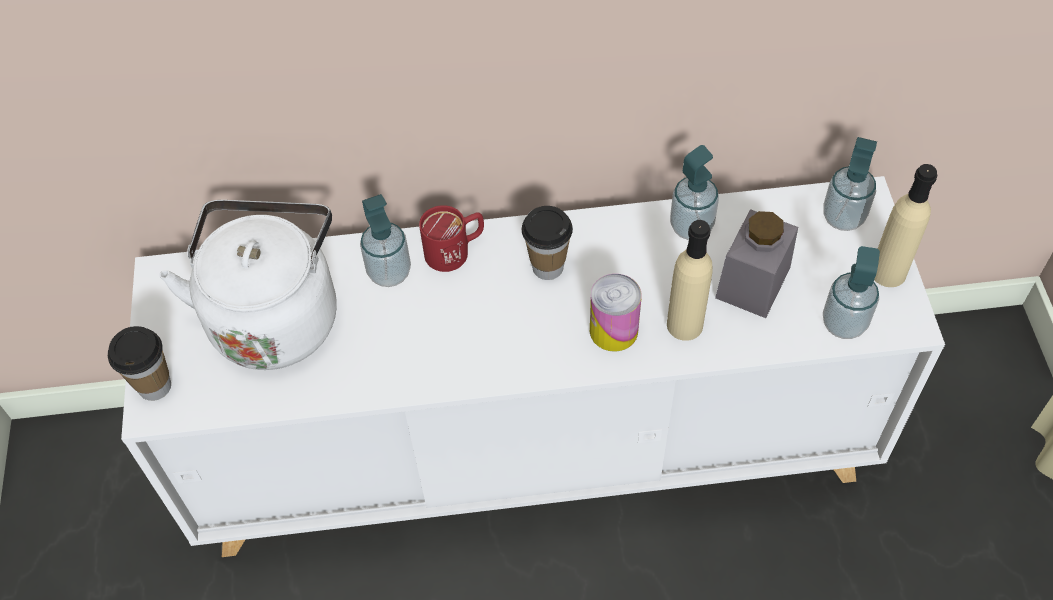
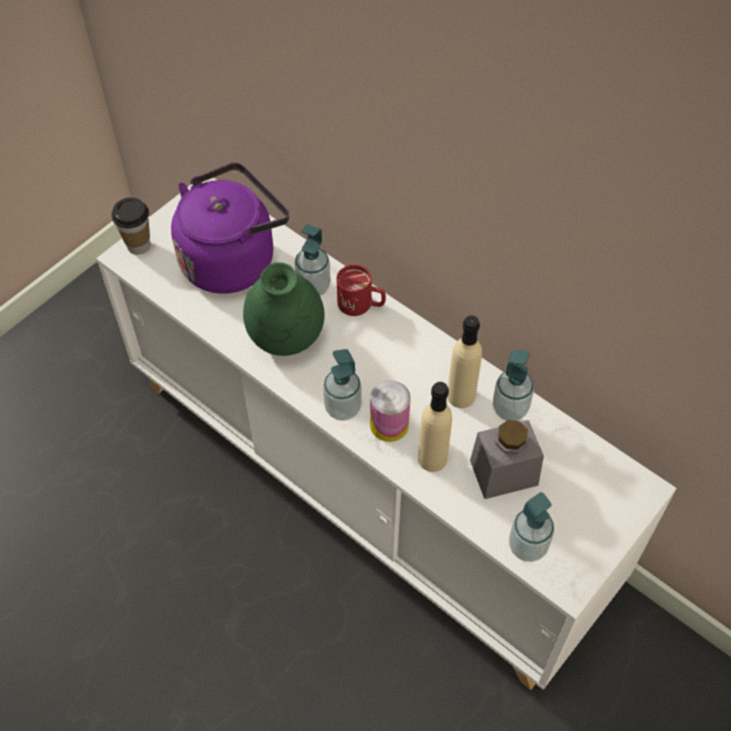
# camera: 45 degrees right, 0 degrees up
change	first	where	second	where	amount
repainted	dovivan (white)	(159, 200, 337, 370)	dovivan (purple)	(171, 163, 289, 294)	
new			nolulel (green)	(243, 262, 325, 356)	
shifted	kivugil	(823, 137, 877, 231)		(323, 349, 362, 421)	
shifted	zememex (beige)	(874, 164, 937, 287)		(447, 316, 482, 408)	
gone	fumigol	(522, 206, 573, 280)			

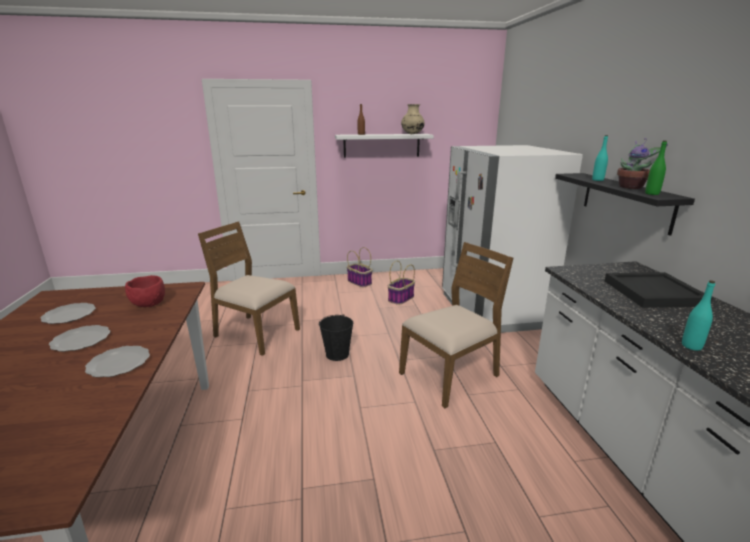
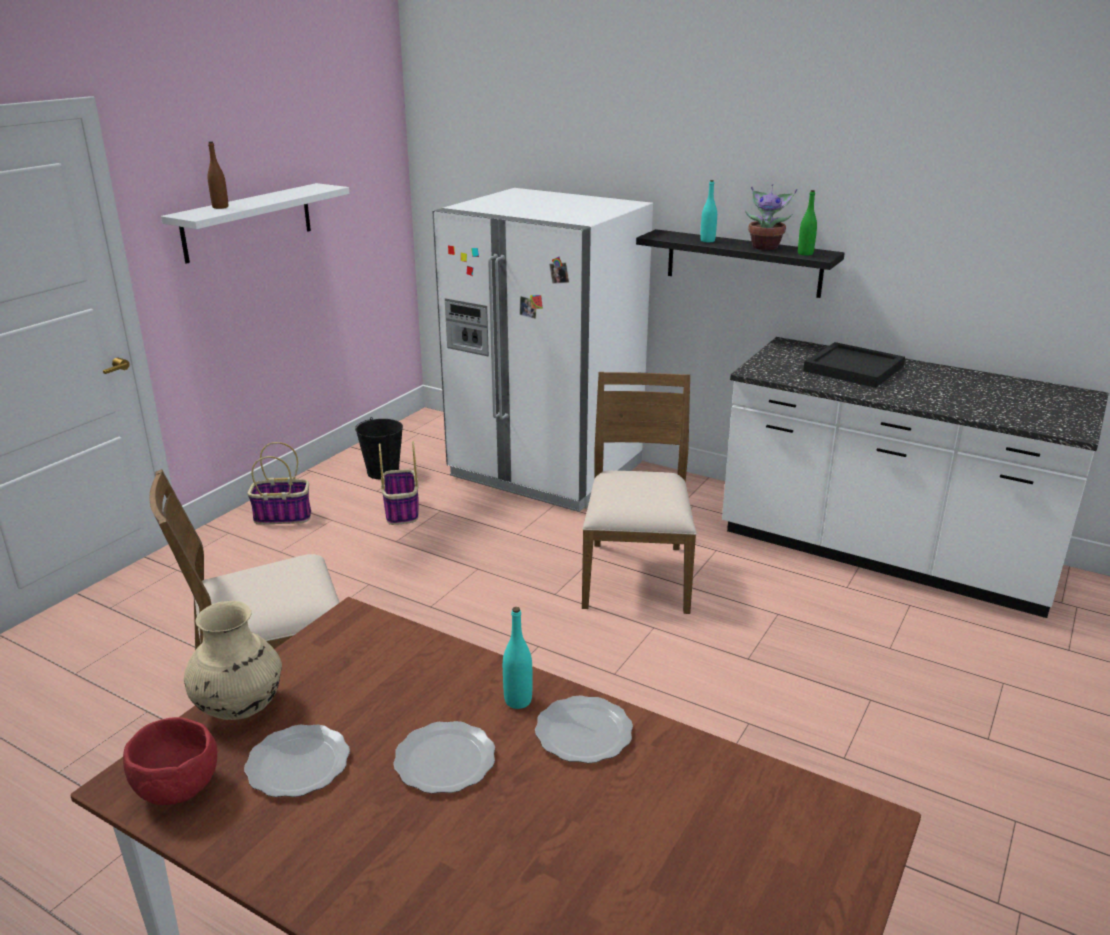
# camera: 50 degrees left, 5 degrees up
change	first	where	second	where	amount
shifted	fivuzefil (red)	(125, 275, 165, 307)		(123, 717, 217, 805)	
shifted	nolulel (beige)	(401, 104, 425, 134)		(184, 601, 282, 720)	
shifted	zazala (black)	(319, 314, 353, 361)		(355, 417, 403, 479)	
shifted	zememex (turquoise)	(682, 280, 715, 351)		(503, 607, 532, 709)	

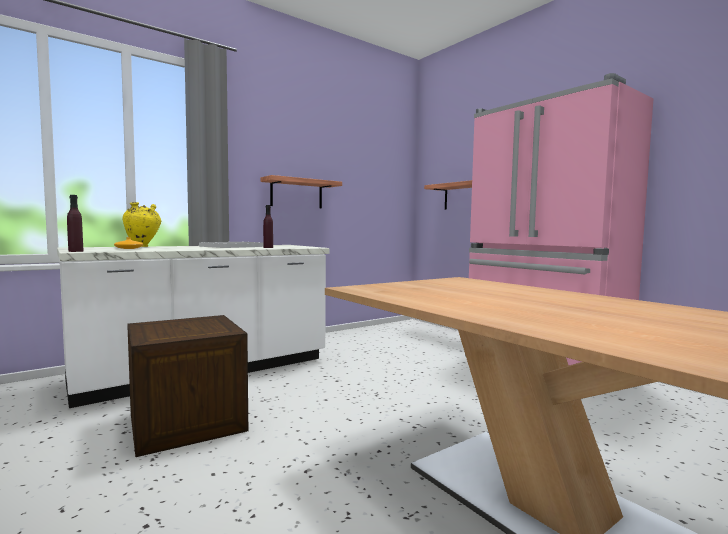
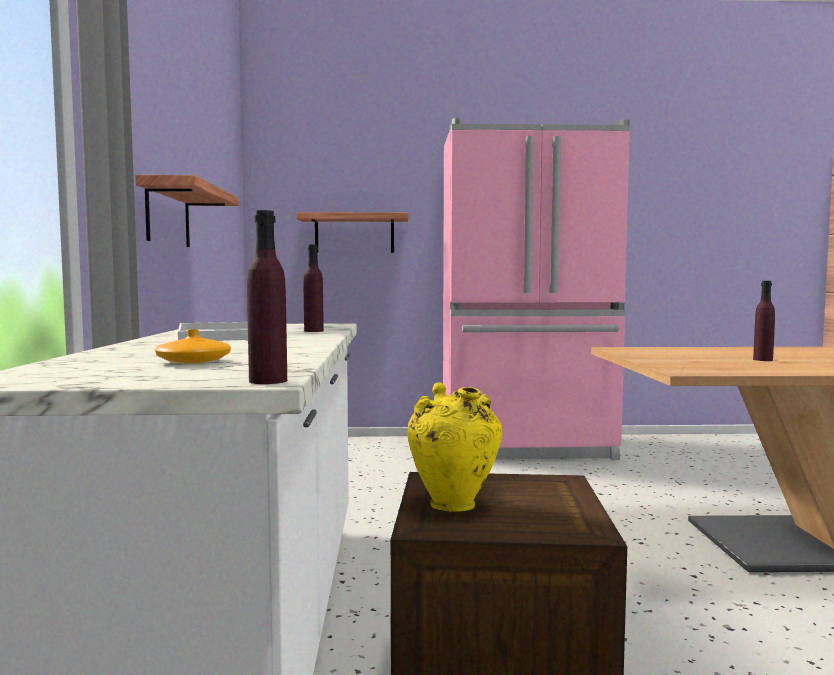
# camera: 55 degrees left, 0 degrees up
change	first	where	second	where	amount
shifted	nolulel (yellow)	(122, 202, 161, 247)		(407, 382, 502, 512)	
new			zememex (purple)	(753, 281, 775, 361)	

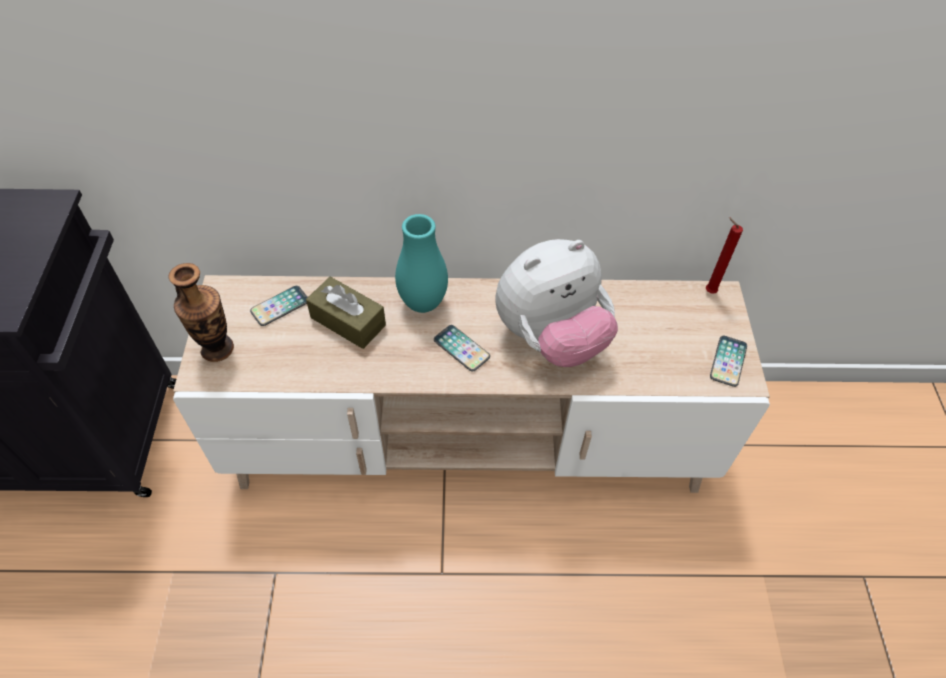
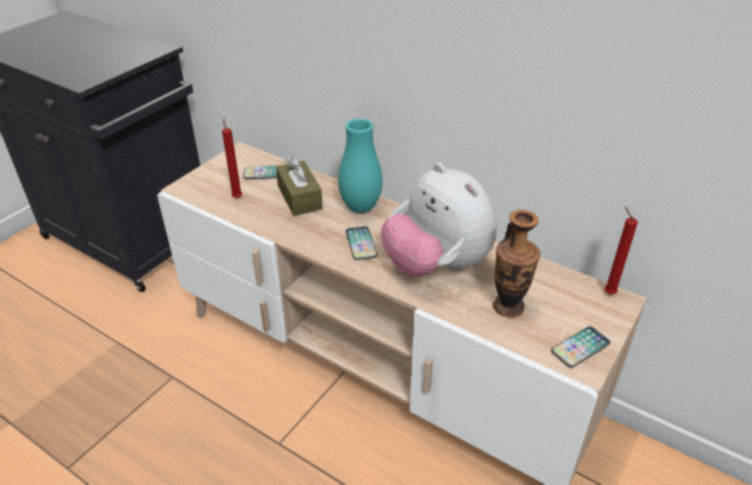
# camera: 35 degrees right, 15 degrees down
change	first	where	second	where	amount
new			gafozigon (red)	(222, 118, 242, 198)	
rotated	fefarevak	(495, 239, 618, 367)		(381, 163, 497, 277)	45 degrees clockwise
shifted	nolulel	(168, 263, 234, 362)		(493, 210, 540, 317)	

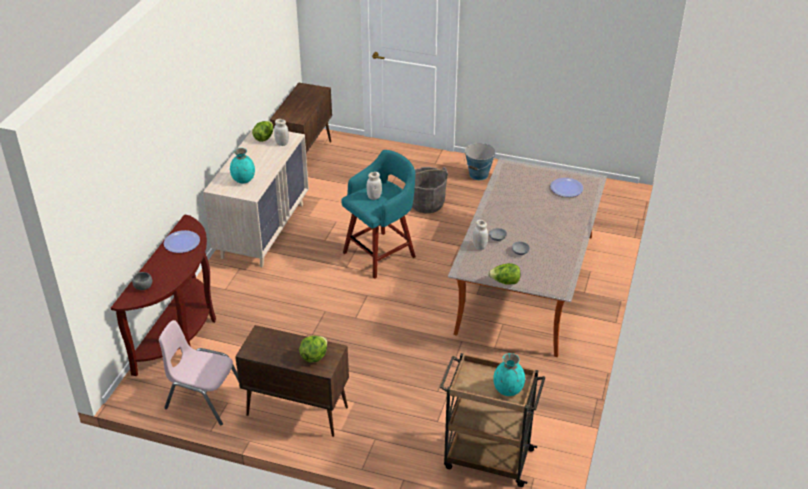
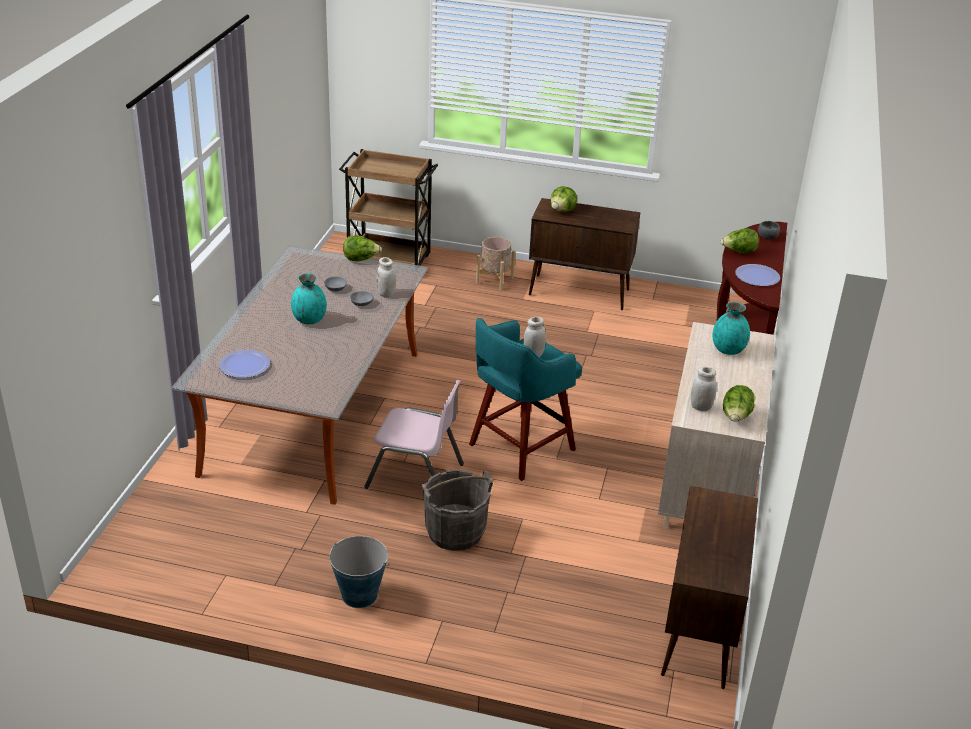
# camera: 175 degrees right, 5 degrees down
change	first	where	second	where	amount
shifted	nolulel (turquoise)	(493, 353, 525, 396)		(291, 273, 327, 324)	
shifted	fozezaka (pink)	(159, 320, 239, 426)		(364, 380, 464, 489)	
new			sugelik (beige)	(476, 237, 515, 290)	
new			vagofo	(721, 228, 759, 254)	

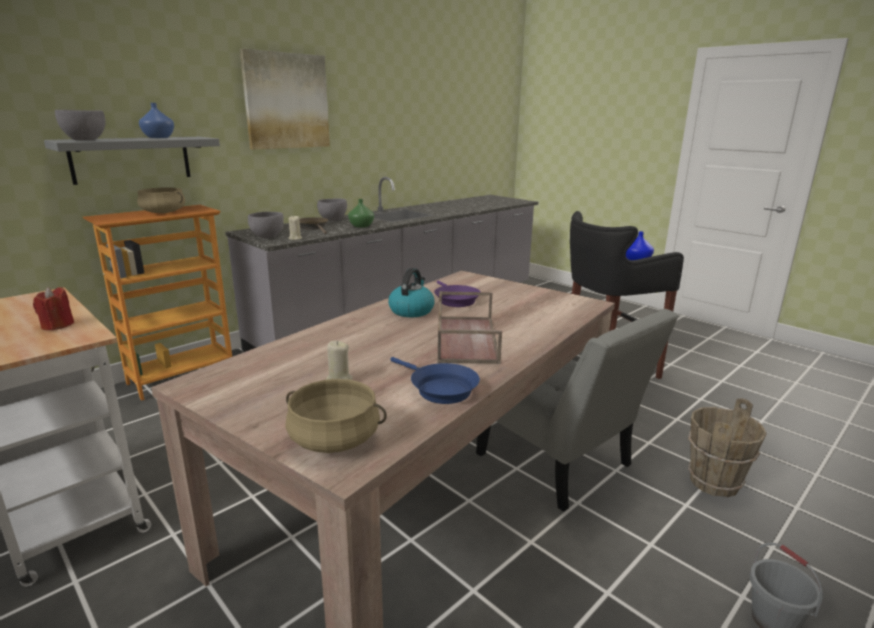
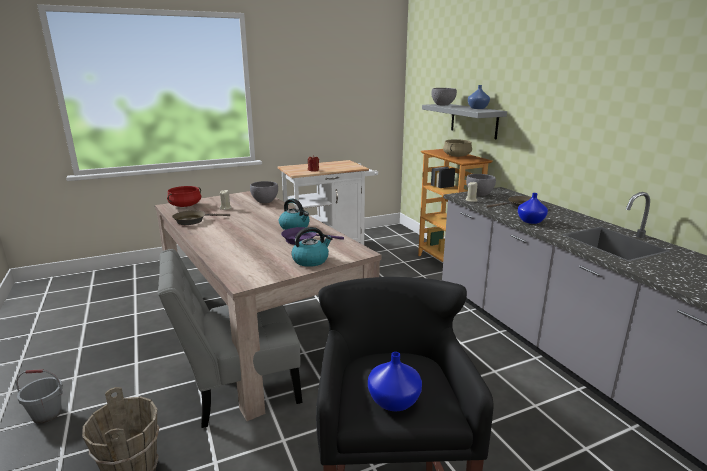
# camera: 110 degrees right, 0 degrees up
change	first	where	second	where	amount
repainted	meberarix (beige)	(286, 379, 387, 453)	meberarix (red)	(167, 186, 201, 207)	
repainted	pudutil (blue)	(390, 357, 480, 404)	pudutil (brown)	(172, 210, 230, 225)	
shifted	fivuzefil (grey)	(317, 198, 347, 221)		(250, 181, 278, 203)	
new			dovivan	(291, 227, 333, 267)	
repainted	nolulel (green)	(348, 199, 374, 228)	nolulel (blue)	(518, 193, 548, 224)	
gone	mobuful	(240, 49, 330, 150)			
gone	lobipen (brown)	(438, 291, 502, 364)			

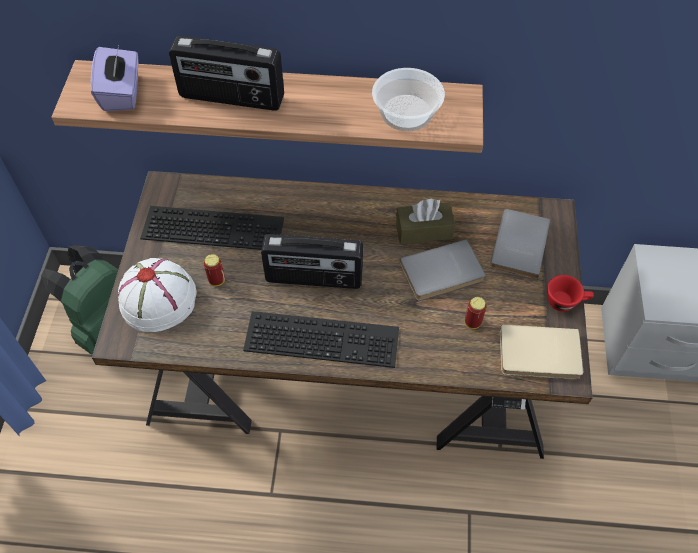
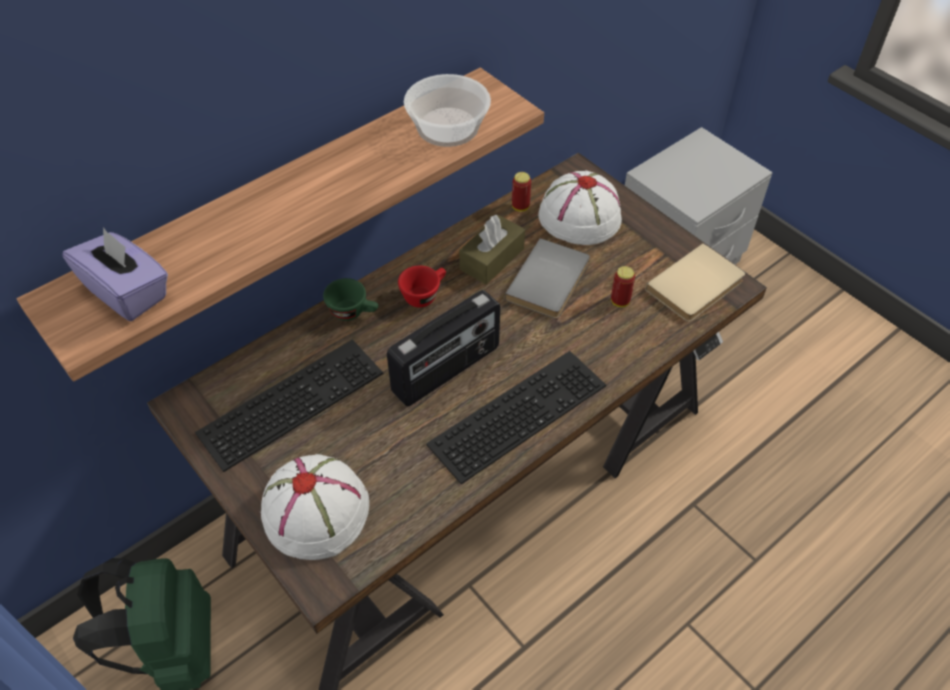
# camera: 45 degrees left, 5 degrees down
change	first	where	second	where	amount
new			fumigol (green)	(323, 278, 379, 321)	
shifted	fumigol (red)	(547, 275, 594, 312)		(398, 266, 446, 307)	
shifted	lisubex	(204, 254, 225, 286)		(512, 172, 531, 212)	
swapped	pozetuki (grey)	(490, 209, 551, 280)	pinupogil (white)	(538, 171, 622, 245)	
gone	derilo	(169, 36, 284, 111)			

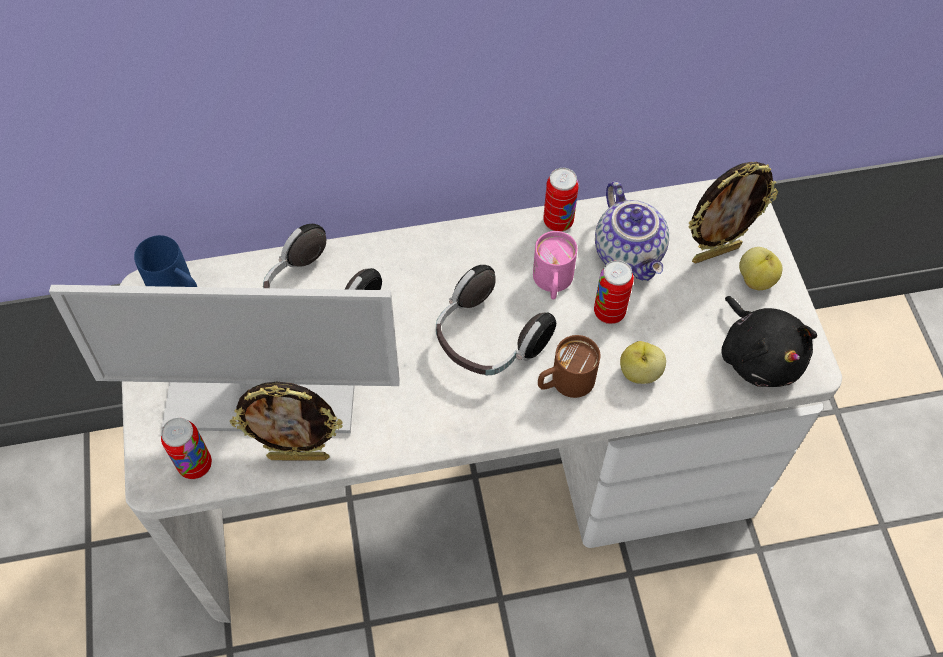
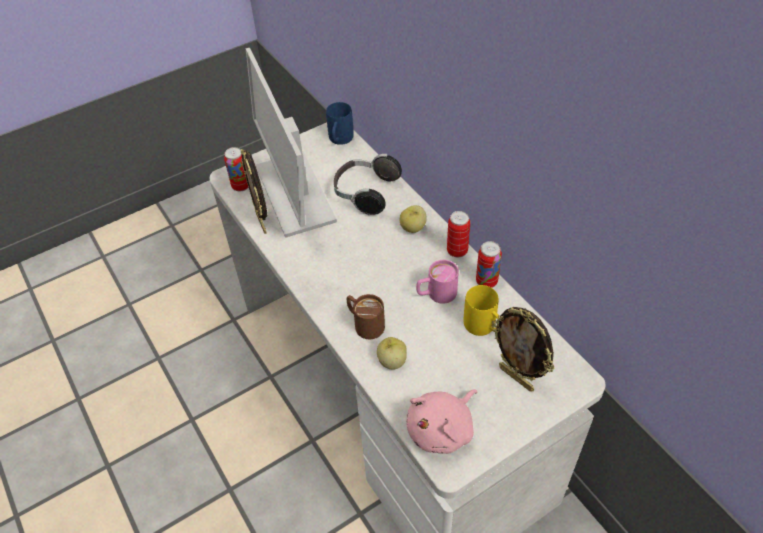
# camera: 70 degrees right, 10 degrees down
change	first	where	second	where	amount
shifted	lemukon	(739, 247, 783, 290)		(400, 205, 427, 233)	
repainted	fefarevak (black)	(721, 296, 817, 387)	fefarevak (pink)	(406, 389, 477, 454)	
shifted	lisubex	(594, 260, 634, 324)		(447, 211, 470, 257)	
swapped	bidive	(595, 181, 669, 281)	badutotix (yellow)	(464, 285, 499, 336)	
gone	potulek	(436, 265, 556, 375)			

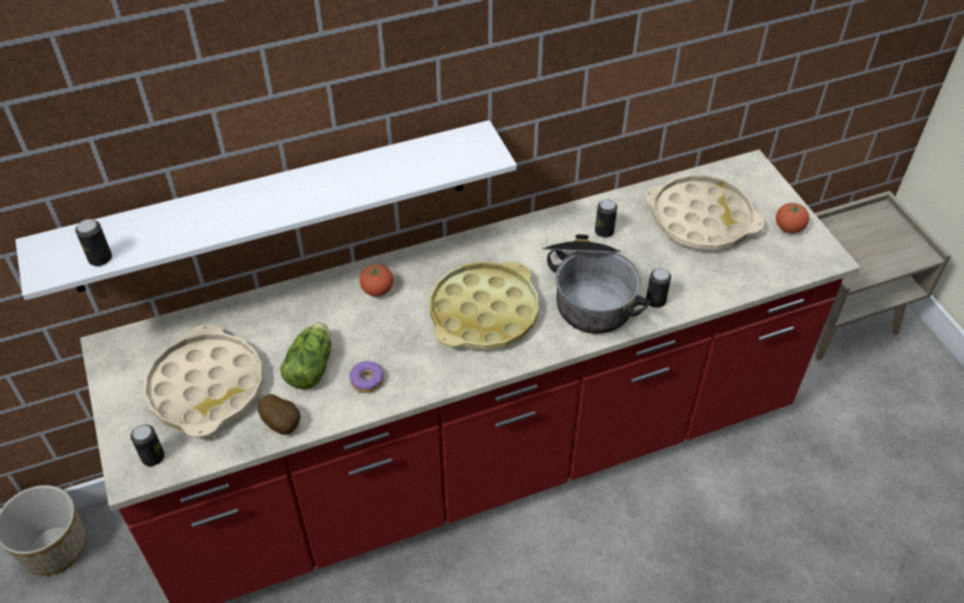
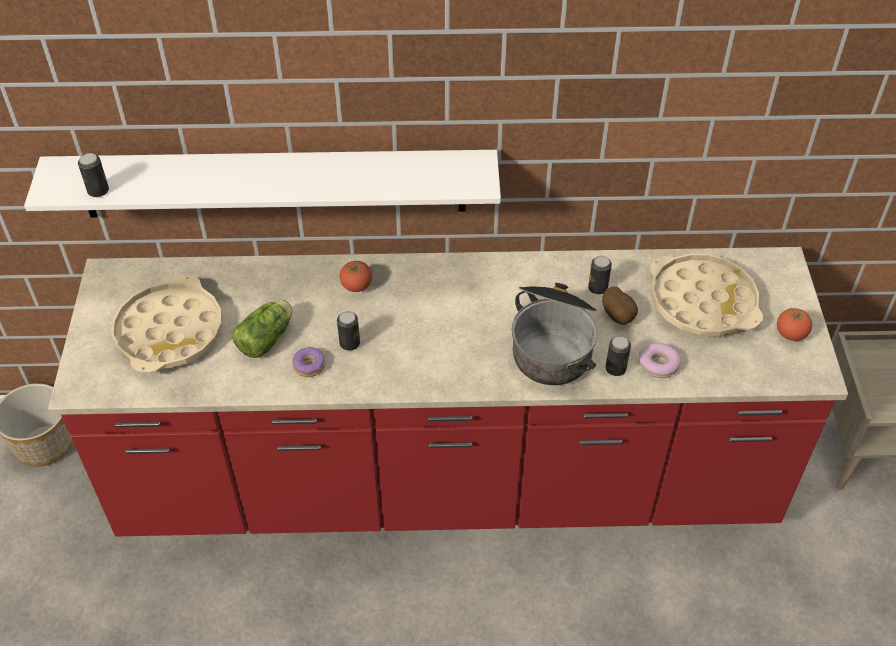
# camera: 20 degrees right, 0 degrees up
change	first	where	second	where	amount
shifted	lisubex	(131, 424, 164, 466)		(337, 311, 360, 351)	
shifted	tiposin	(258, 394, 300, 435)		(602, 287, 638, 325)	
new			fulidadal	(639, 343, 681, 378)	
gone	lobipen (yellow)	(430, 261, 539, 350)			

